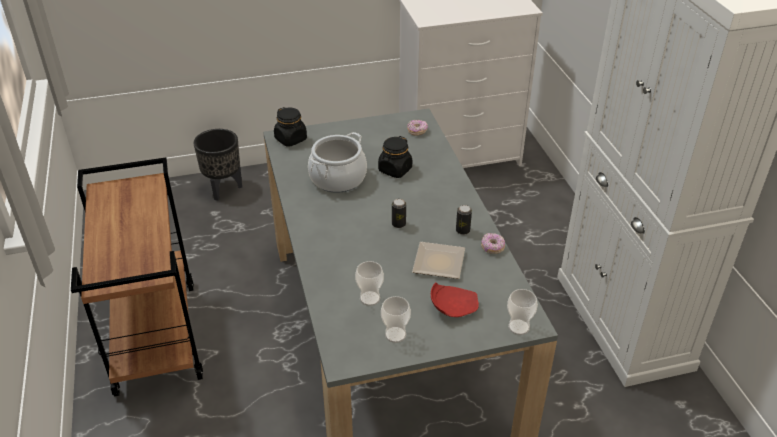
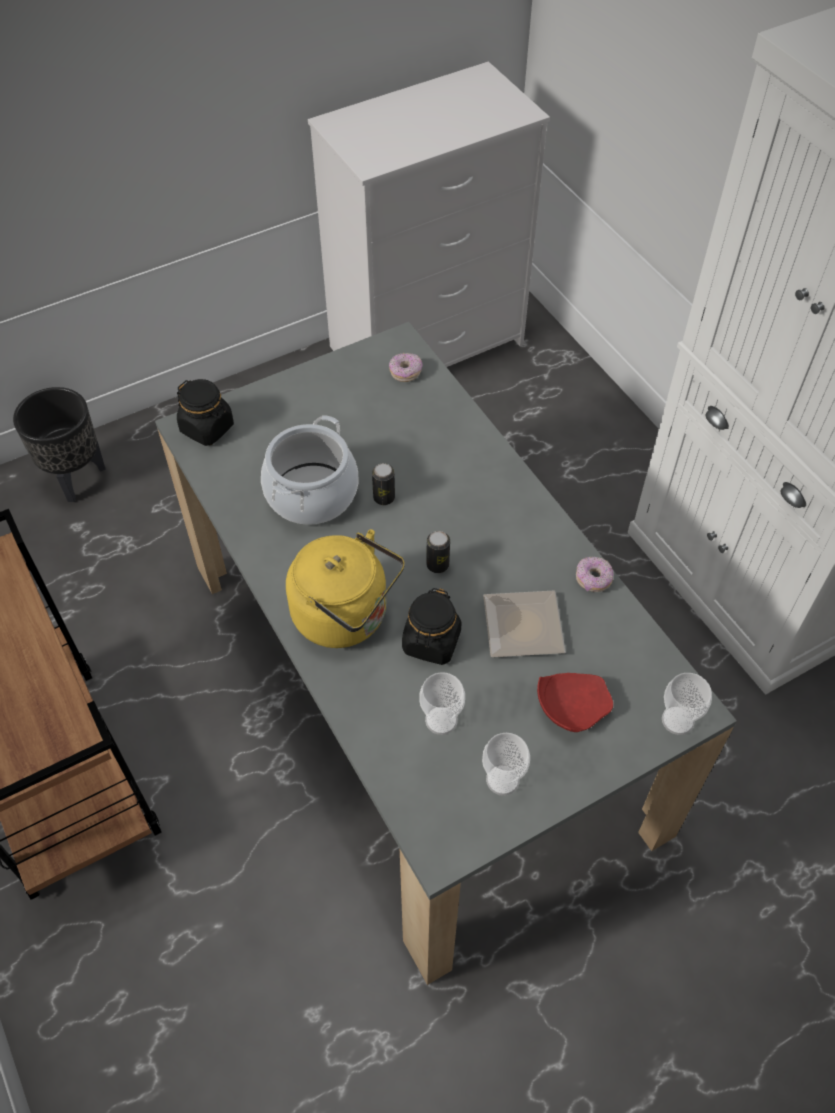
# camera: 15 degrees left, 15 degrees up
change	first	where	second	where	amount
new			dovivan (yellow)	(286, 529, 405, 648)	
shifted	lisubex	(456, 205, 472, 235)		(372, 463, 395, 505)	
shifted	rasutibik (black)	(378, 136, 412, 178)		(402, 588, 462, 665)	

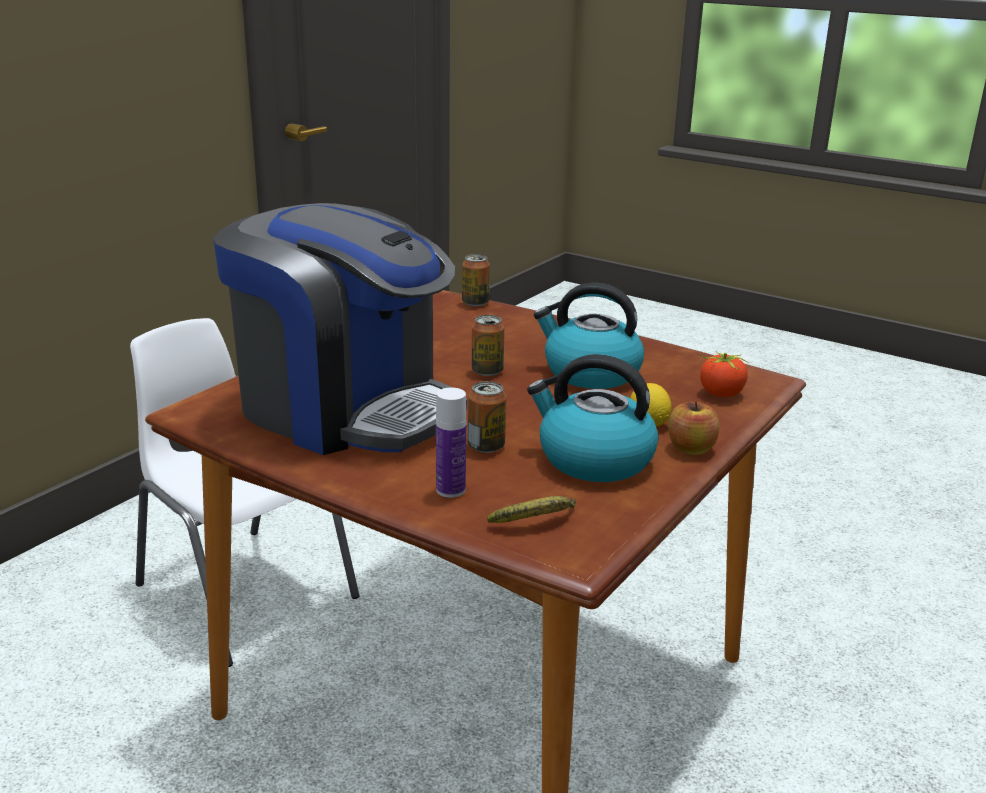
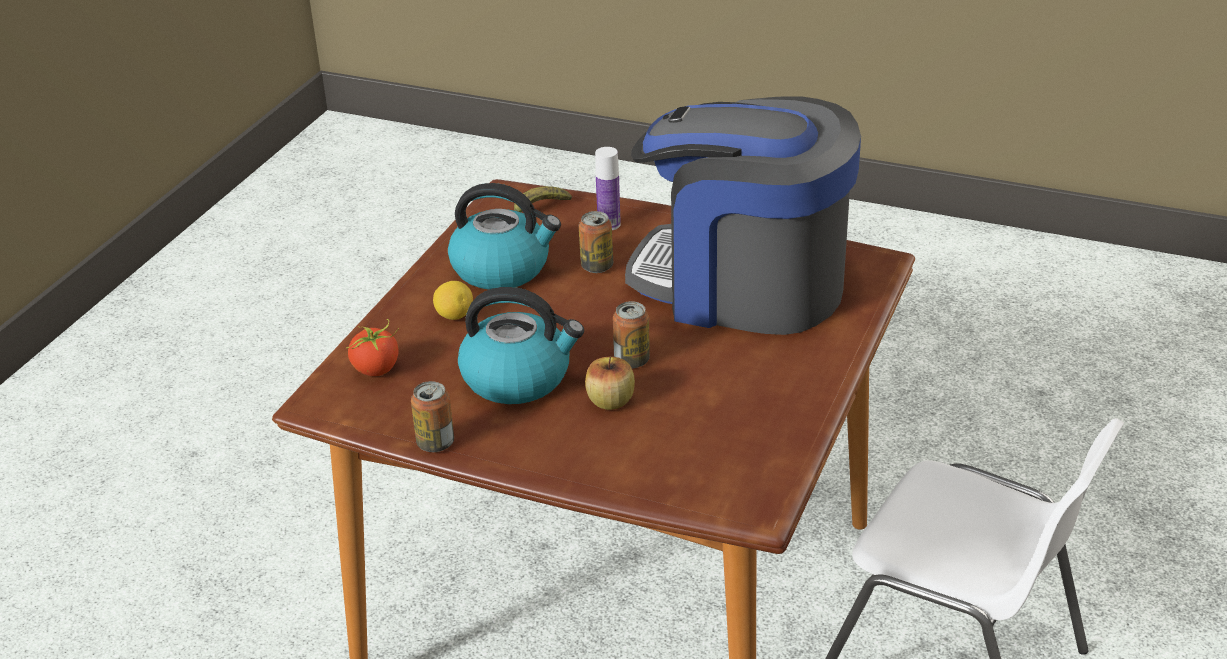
# camera: 170 degrees right, 10 degrees up
change	first	where	second	where	amount
shifted	lisubex	(462, 254, 490, 306)		(411, 381, 454, 452)	
shifted	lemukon	(668, 400, 719, 455)		(585, 357, 635, 410)	

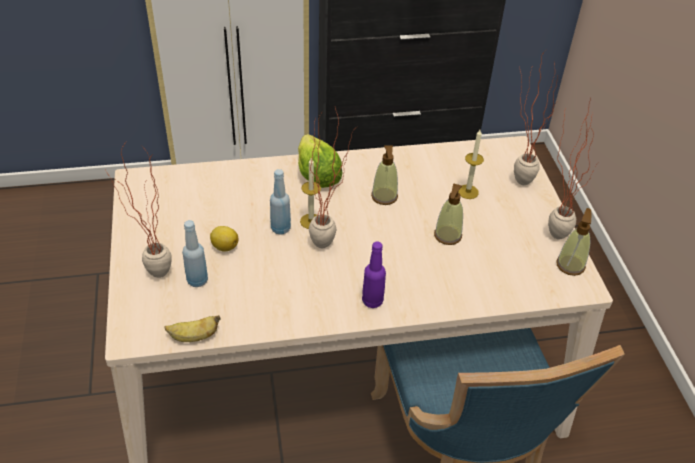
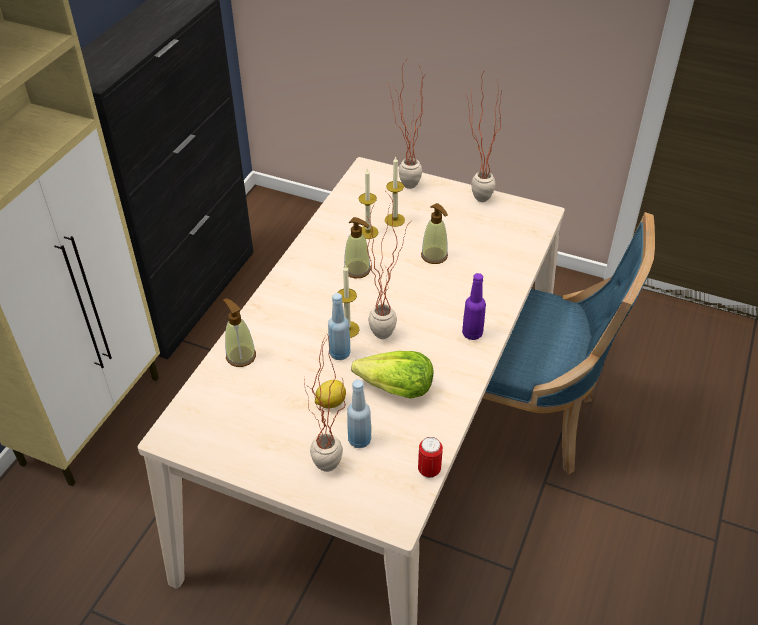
# camera: 55 degrees left, 0 degrees up
change	first	where	second	where	amount
shifted	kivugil	(556, 208, 591, 276)		(223, 298, 256, 367)	
shifted	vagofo	(298, 134, 343, 188)		(351, 351, 434, 399)	
new			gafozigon	(359, 169, 378, 239)	
swapped	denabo	(164, 315, 220, 342)	lisubex	(418, 437, 443, 478)	

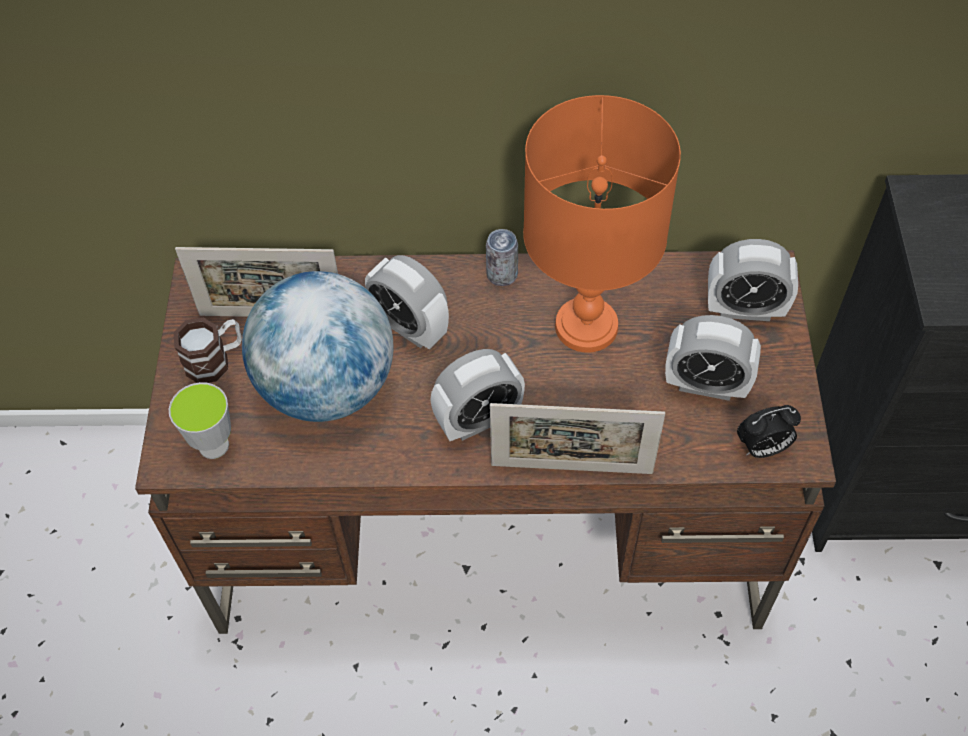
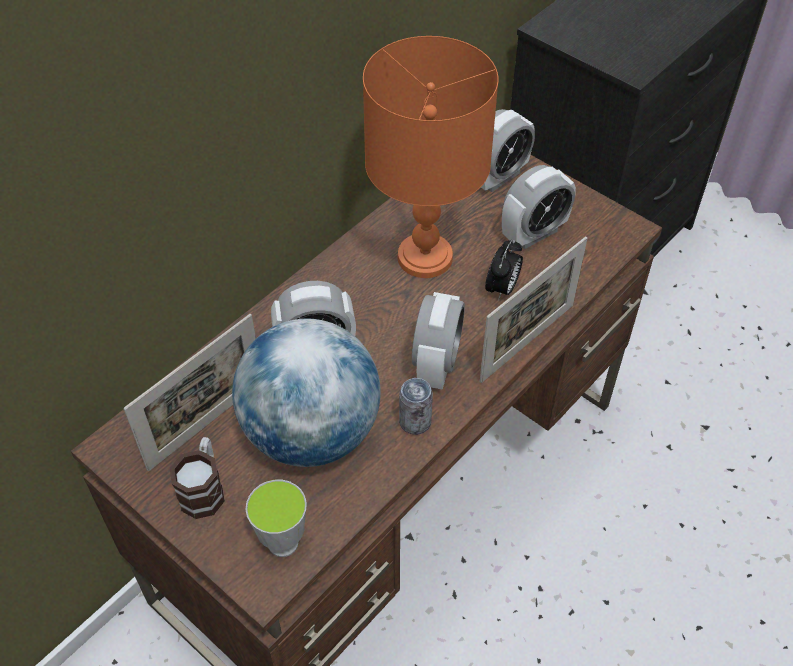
# camera: 50 degrees left, 5 degrees down
change	first	where	second	where	amount
shifted	lisubex	(486, 229, 518, 286)		(399, 378, 433, 435)	
shifted	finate	(737, 405, 801, 458)		(485, 240, 523, 301)	

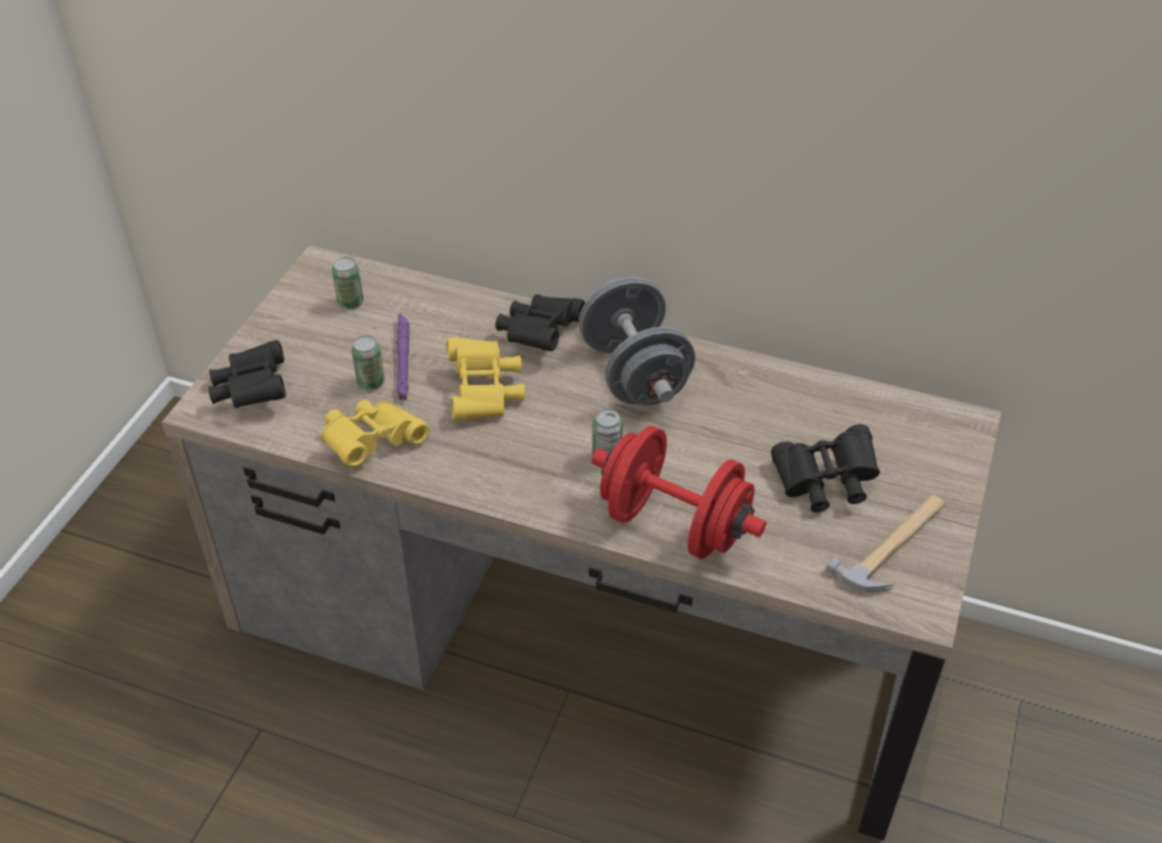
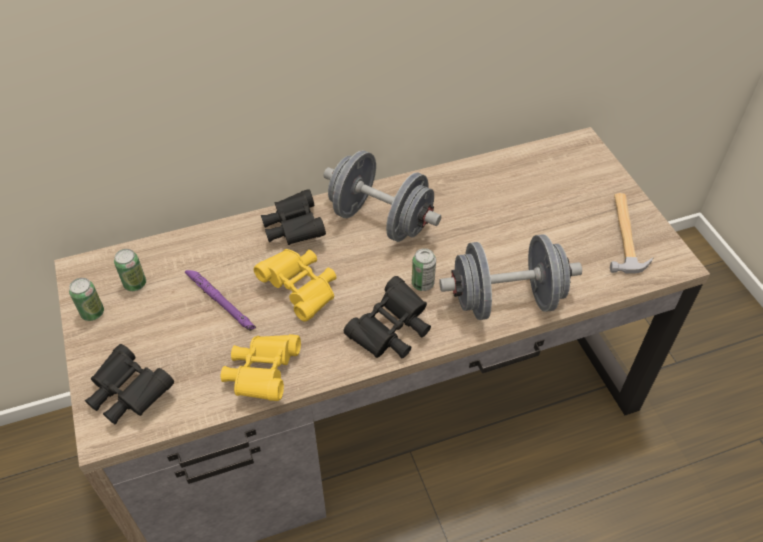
# camera: 40 degrees left, 5 degrees up
change	first	where	second	where	amount
shifted	lisubex	(352, 335, 385, 390)		(69, 278, 104, 321)	
shifted	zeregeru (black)	(771, 424, 880, 512)		(344, 276, 431, 359)	
repainted	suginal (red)	(592, 426, 766, 559)	suginal (grey)	(439, 234, 582, 320)	

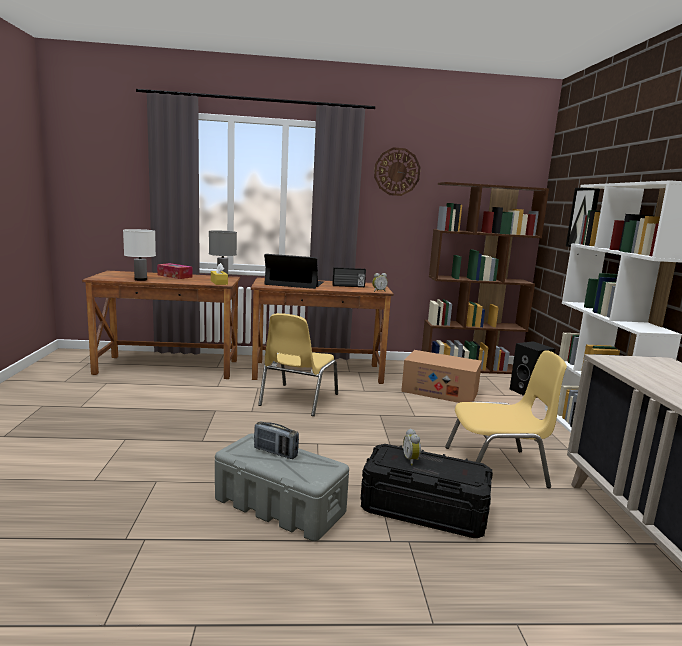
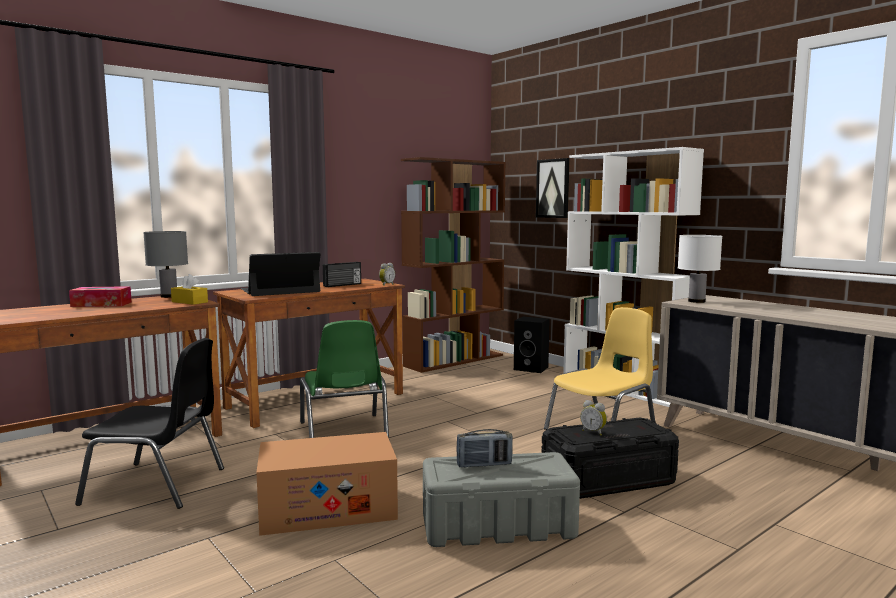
# camera: 35 degrees left, 5 degrees down
change	first	where	second	where	amount
new			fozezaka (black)	(75, 338, 224, 509)	
shifted	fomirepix	(401, 350, 482, 403)		(256, 432, 398, 536)	
repainted	fozezaka (yellow)	(258, 313, 338, 416)	fozezaka (green)	(300, 320, 389, 438)	
shifted	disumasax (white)	(123, 229, 156, 281)		(678, 235, 722, 303)	
gone	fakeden	(374, 147, 421, 196)			

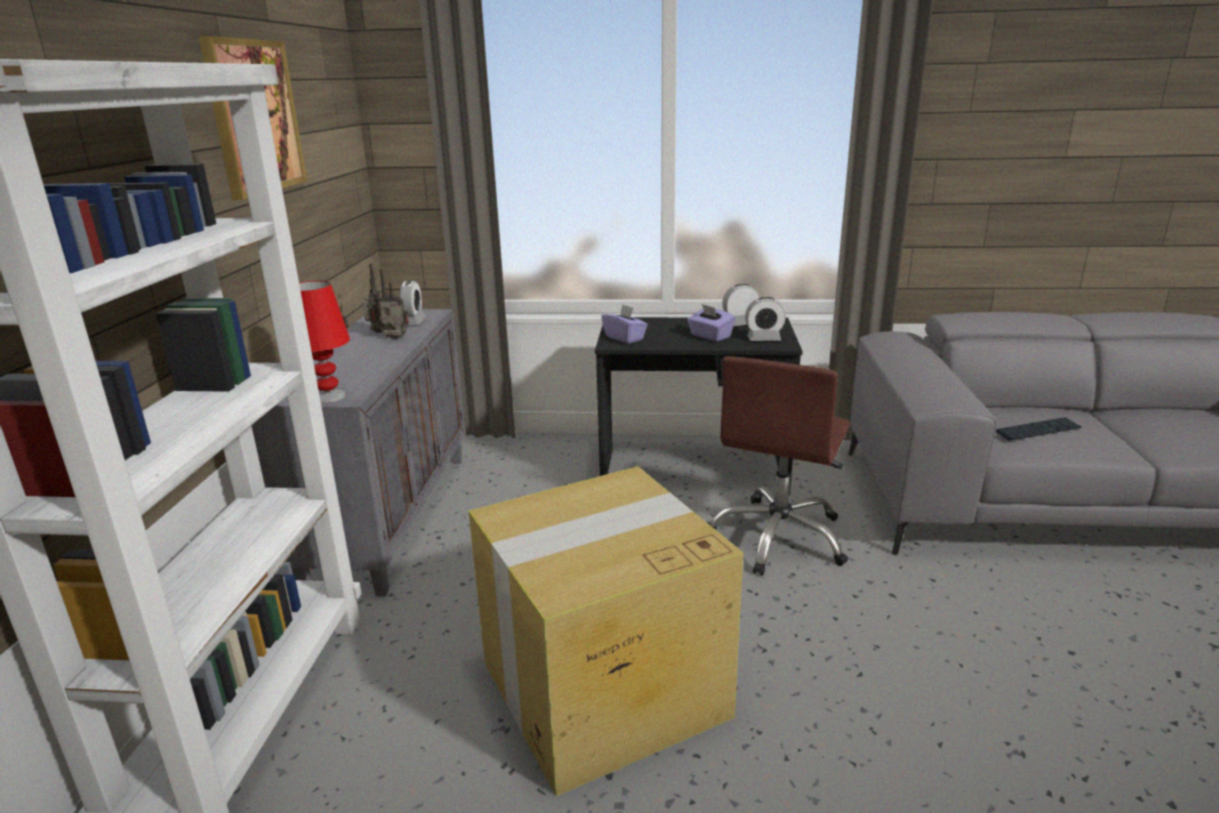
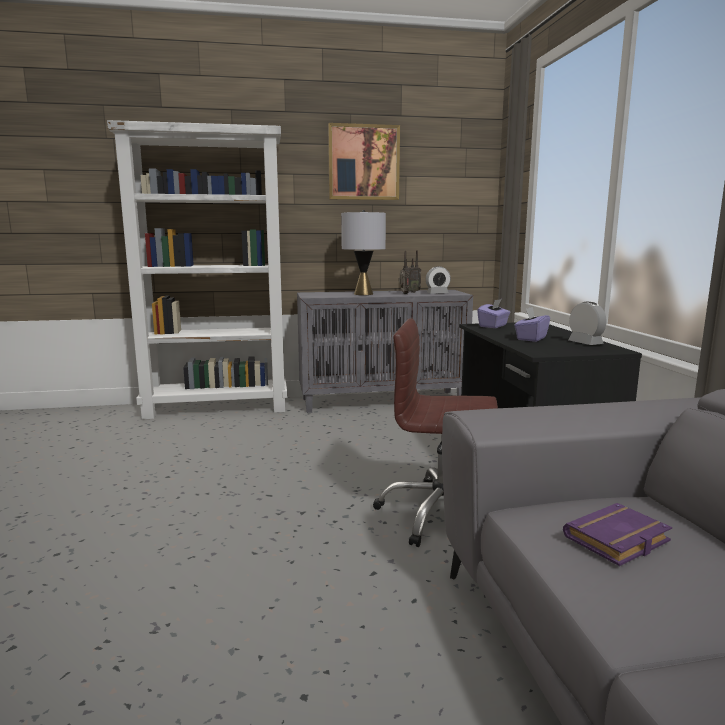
# camera: 75 degrees right, 10 degrees down
change	first	where	second	where	amount
new			disumasax (grey)	(341, 210, 386, 295)	
swapped	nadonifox	(996, 417, 1082, 441)	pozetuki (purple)	(563, 503, 672, 566)	
gone	disumasax (red)	(299, 281, 350, 403)			
gone	fomirepix	(469, 466, 743, 796)			
gone	finate	(745, 297, 786, 341)			

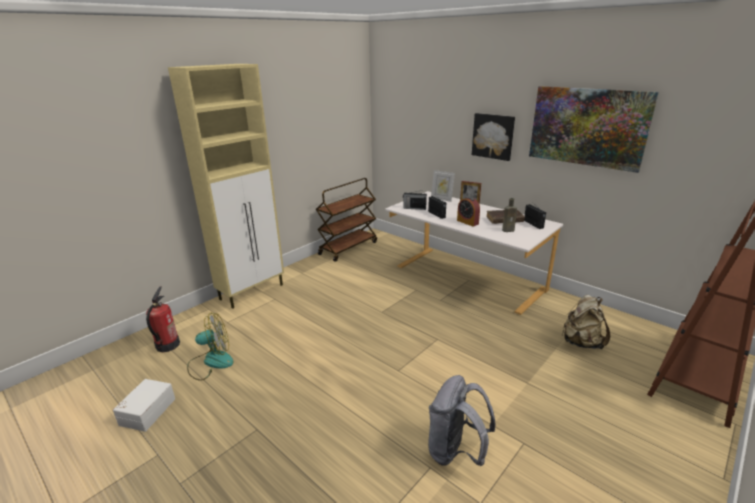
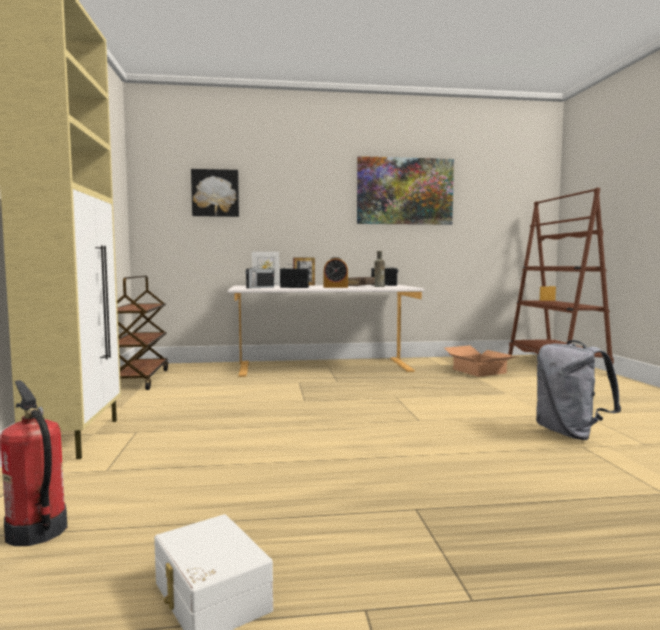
# camera: 50 degrees left, 20 degrees down
change	first	where	second	where	amount
shifted	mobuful	(472, 113, 515, 161)		(191, 169, 239, 217)	
swapped	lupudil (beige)	(562, 295, 610, 349)	fomirepix	(444, 345, 518, 377)	
gone	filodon	(187, 313, 234, 381)			

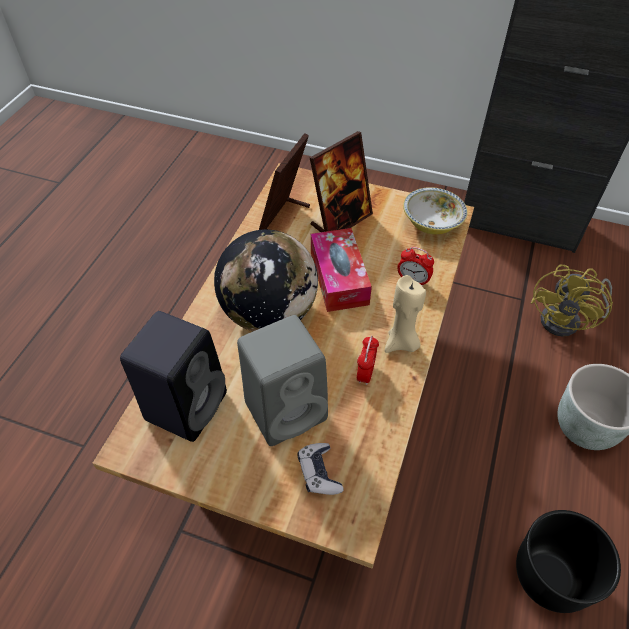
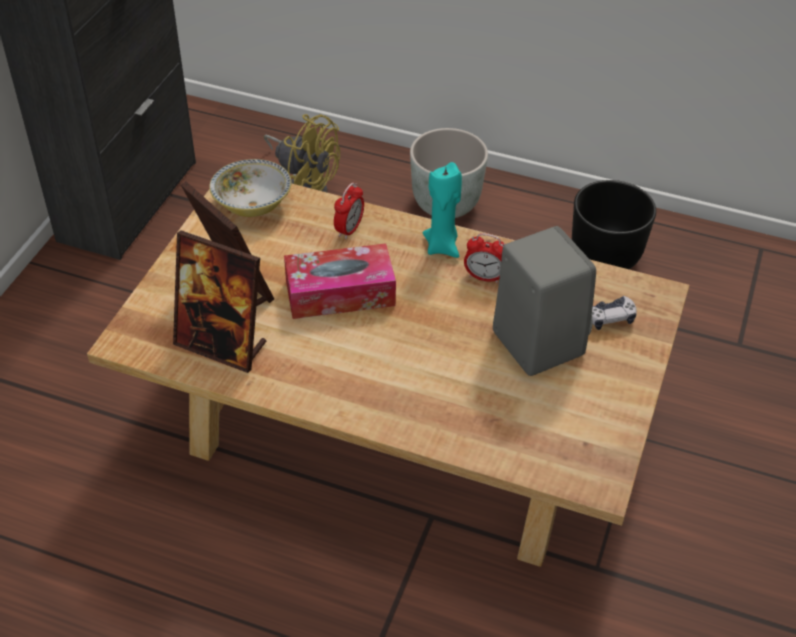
# camera: 90 degrees left, 5 degrees down
change	first	where	second	where	amount
repainted	gafozigon (beige)	(385, 275, 426, 353)	gafozigon (turquoise)	(423, 162, 462, 258)	
gone	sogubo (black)	(120, 311, 227, 442)			
gone	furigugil	(214, 229, 318, 331)			

